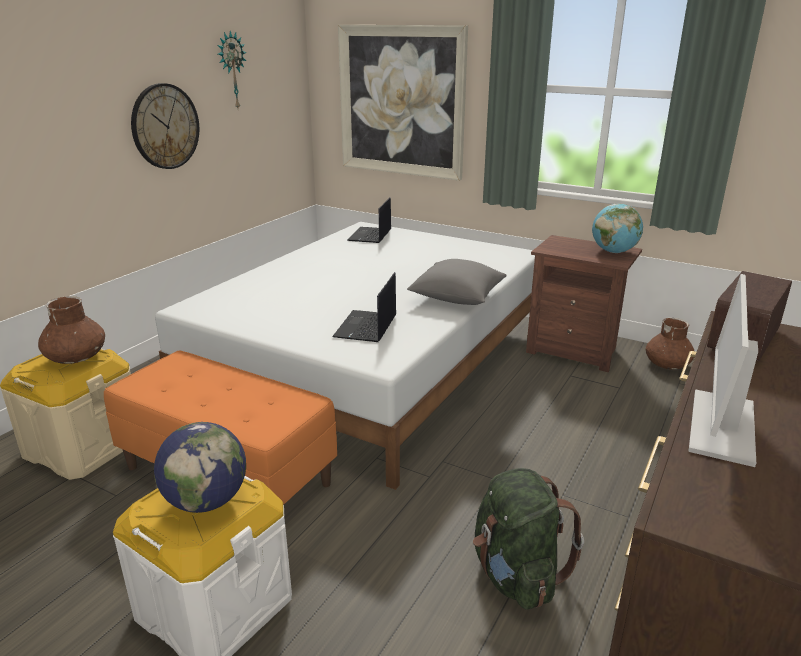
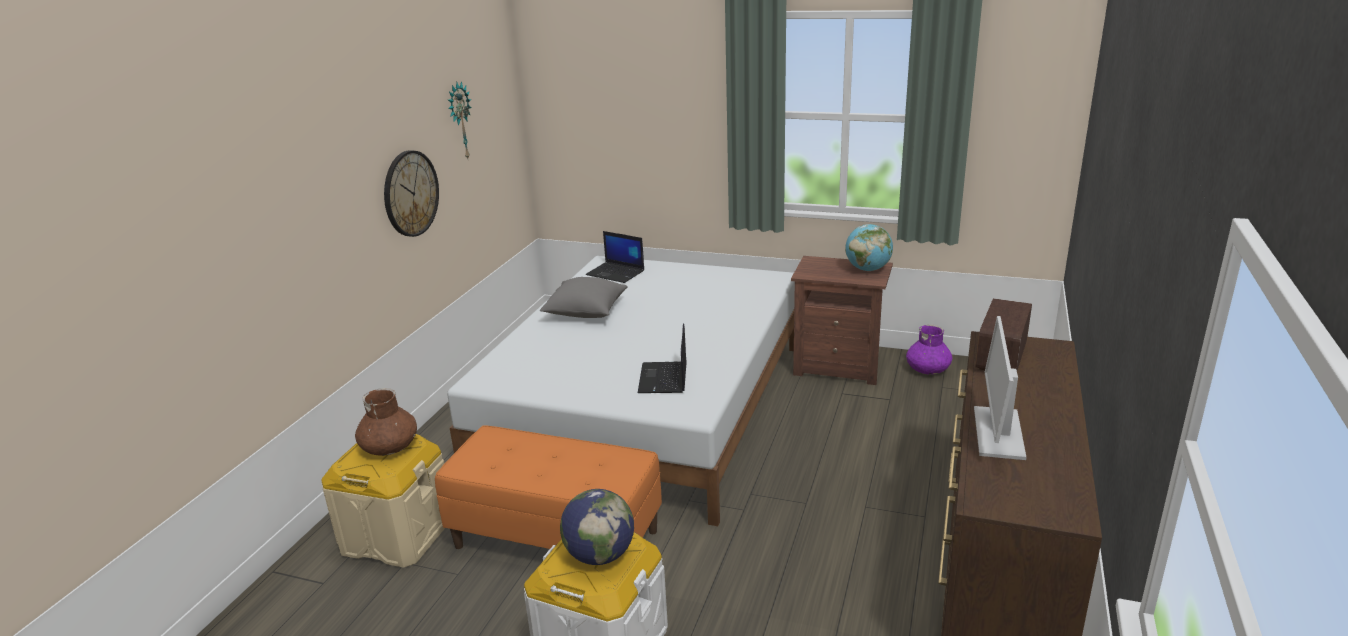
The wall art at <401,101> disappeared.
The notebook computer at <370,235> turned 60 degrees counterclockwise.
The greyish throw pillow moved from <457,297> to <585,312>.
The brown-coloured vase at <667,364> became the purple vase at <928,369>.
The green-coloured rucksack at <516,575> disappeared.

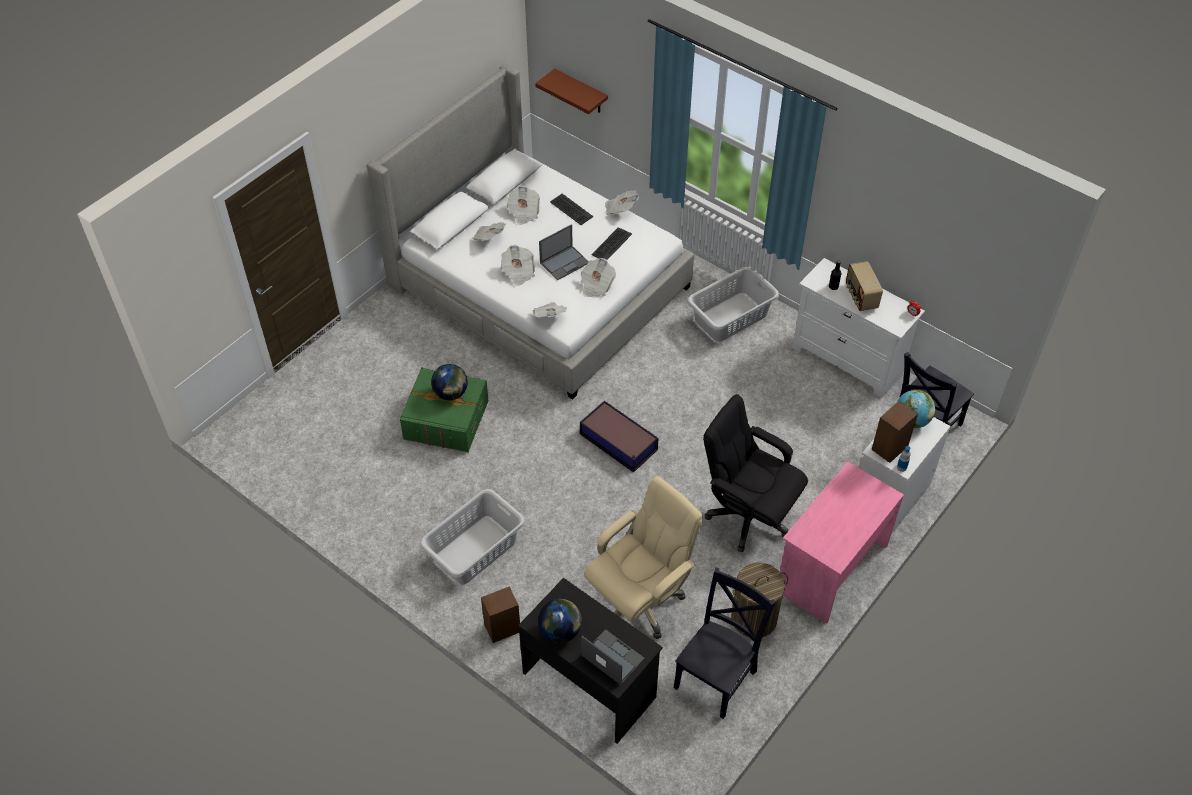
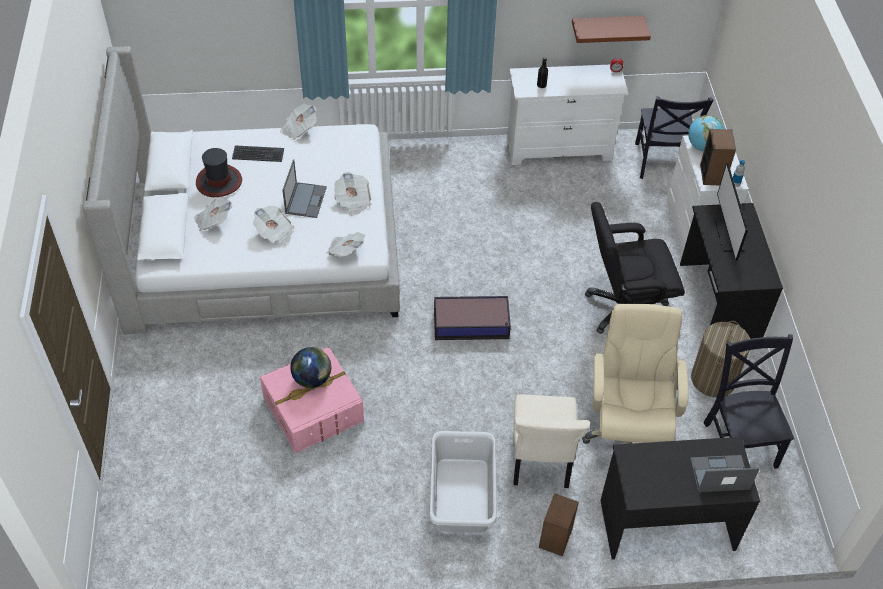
The brown-coloured wall shelf moved from <581,92> to <606,28>.
The printed paper at <523,212> was replaced by the hat at <219,181>.
The PC keyboard at <611,244> disappeared.
The radio receiver at <860,297> disappeared.
The greyish washing basket at <731,317> disappeared.
The green-coloured storage bin at <446,420> became the pink storage bin at <313,409>.
The pink desk at <830,567> became the blackish desk at <717,303>.
The desk globe at <560,631> disappeared.
The monitor at <728,234> appeared.
The sand-coloured chair at <540,460> appeared.

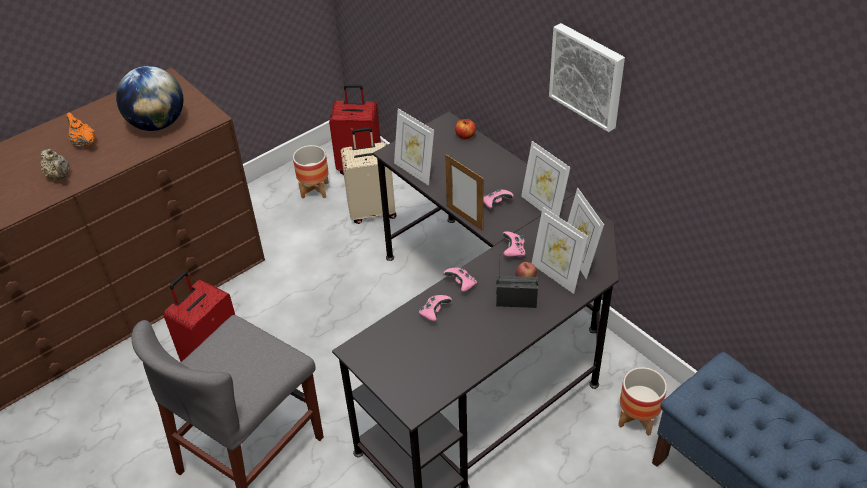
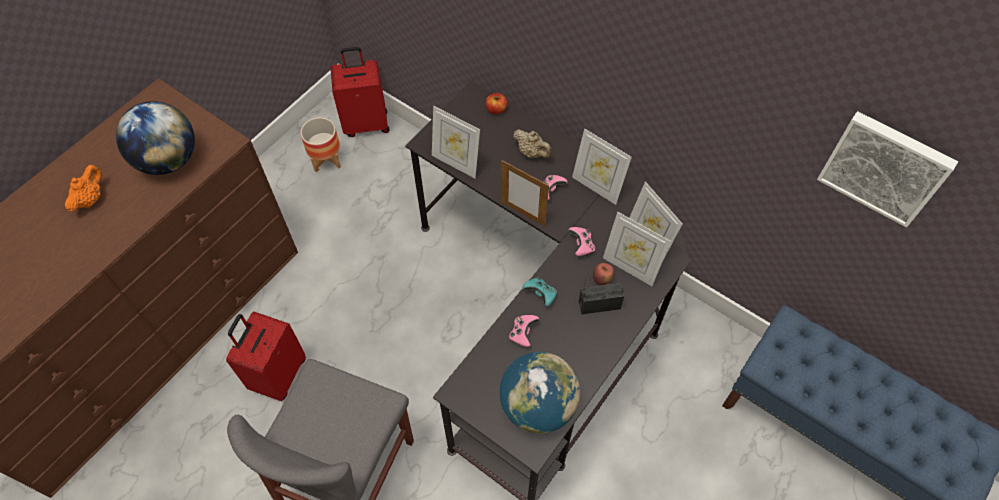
The wall art moved from <588,75> to <885,167>.
The orangey tea pot at <84,143> turned 75 degrees clockwise.
The sand-coloured travel case at <372,211> disappeared.
The sand-coloured tea pot moved from <59,176> to <532,153>.
The pink game controller at <461,284> became the turquoise game controller at <541,294>.
The planter at <637,418> disappeared.
The desk globe at <538,405> appeared.

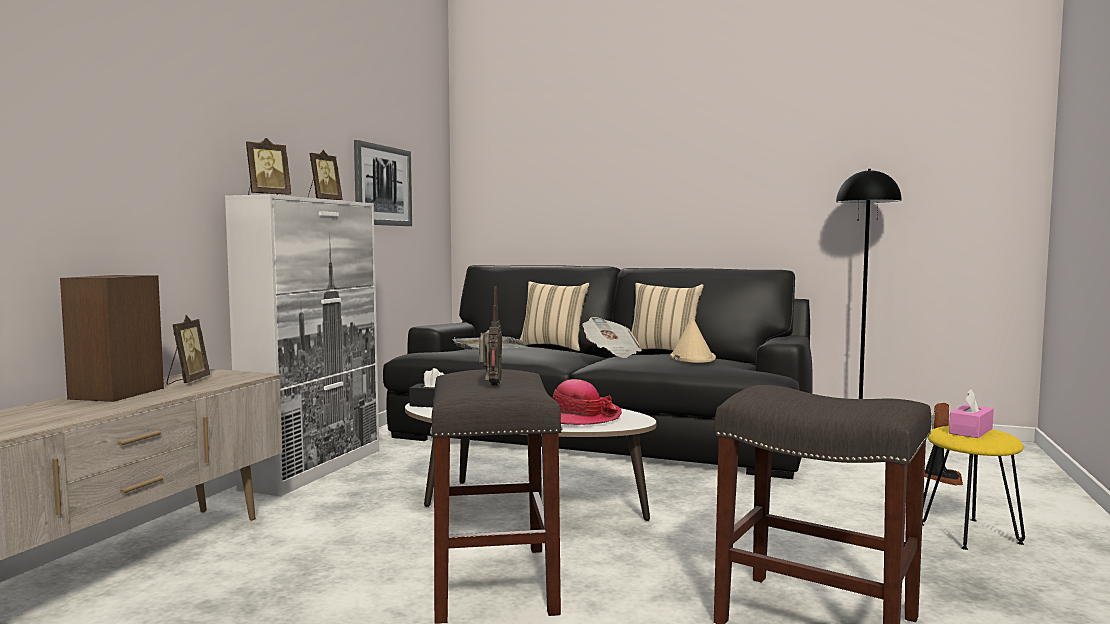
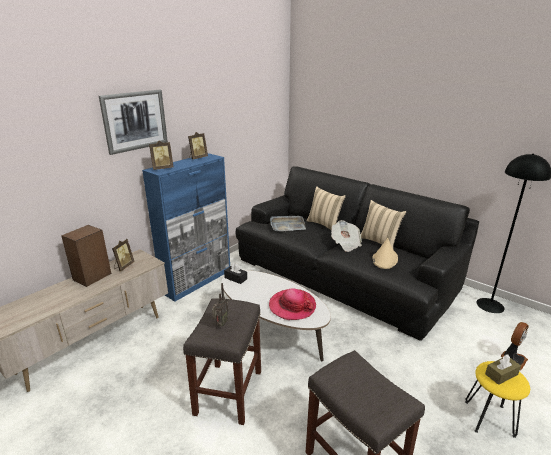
The wall art moved from <383,185> to <135,121>.
The white-coloured storage cabinet at <315,468> became the bluish storage cabinet at <197,281>.
The pink box of tissues at <970,431> became the brown-coloured box of tissues at <501,374>.

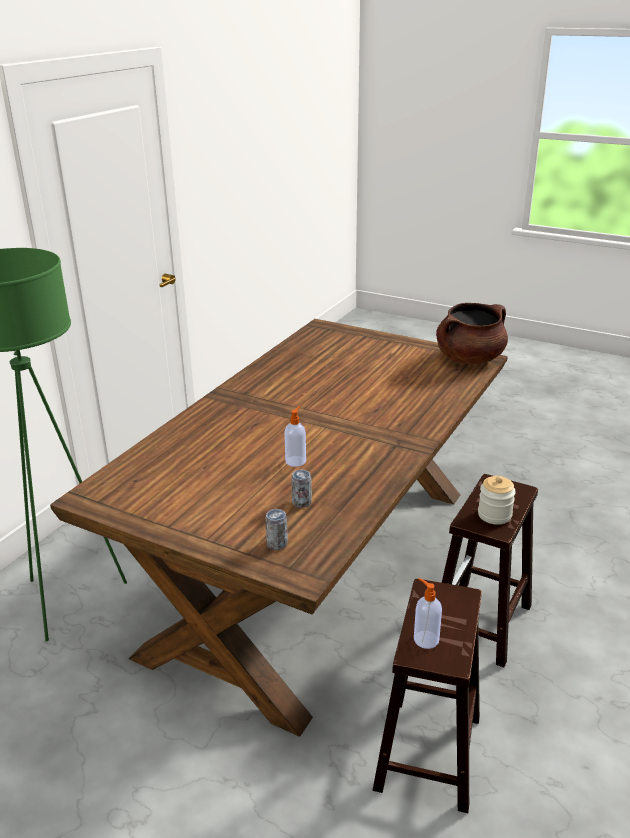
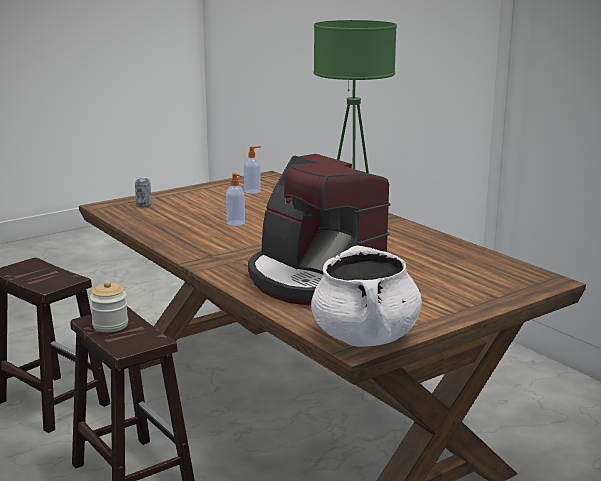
The brown-coloured saucepot at <469,358> became the white-coloured saucepot at <365,338>.
The sealed can at <301,502> disappeared.
The soap dispenser moved from <425,639> to <253,191>.
The coffee maker at <314,279> appeared.

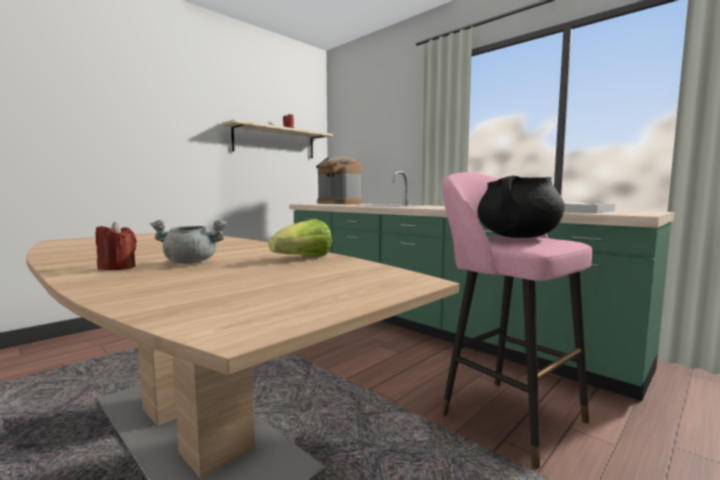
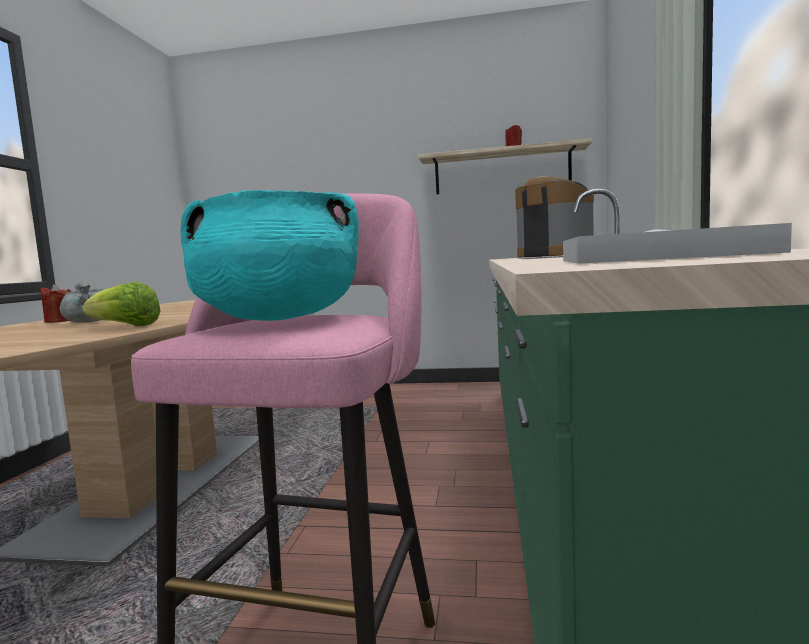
The coffee maker at <338,203> turned 135 degrees clockwise.
The blackish saucepot at <518,237> became the turquoise saucepot at <277,319>.

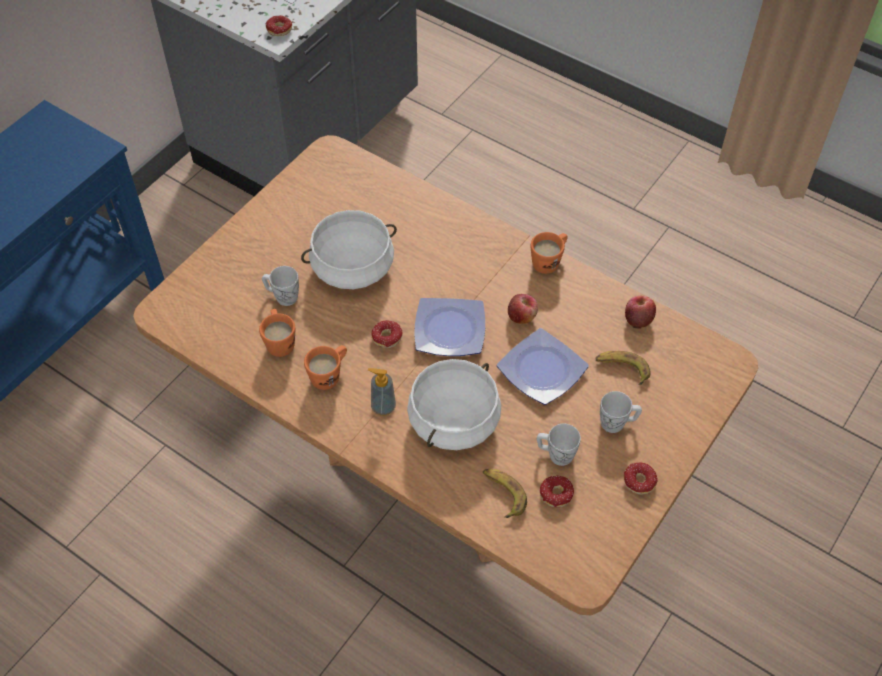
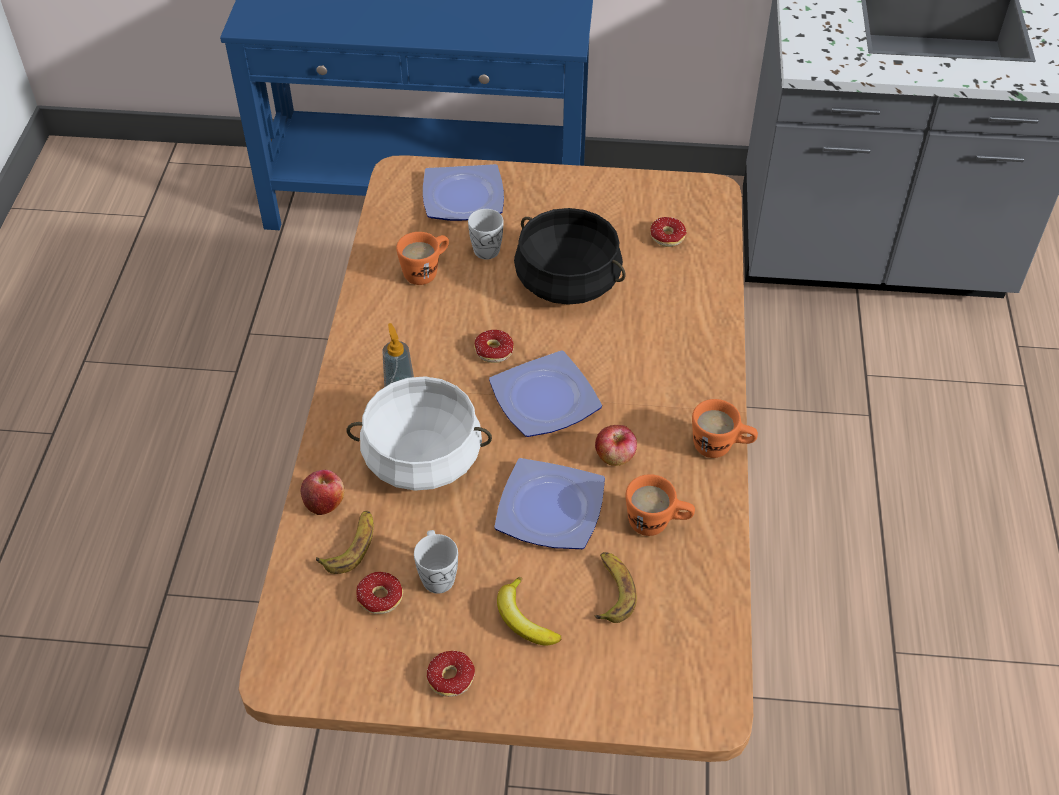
The donut moved from <278,33> to <661,238>.
The white-coloured saucepot at <352,266> became the blackish saucepot at <568,281>.
The whole apple moved from <638,319> to <325,503>.
The orangey mug moved from <329,375> to <657,523>.
The white-coloured mug at <617,423> was replaced by the banana at <524,619>.
The plate at <462,198> appeared.

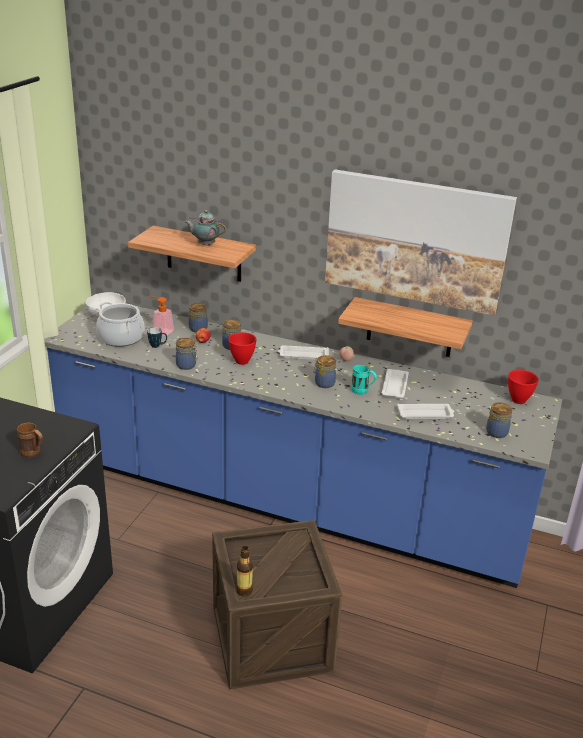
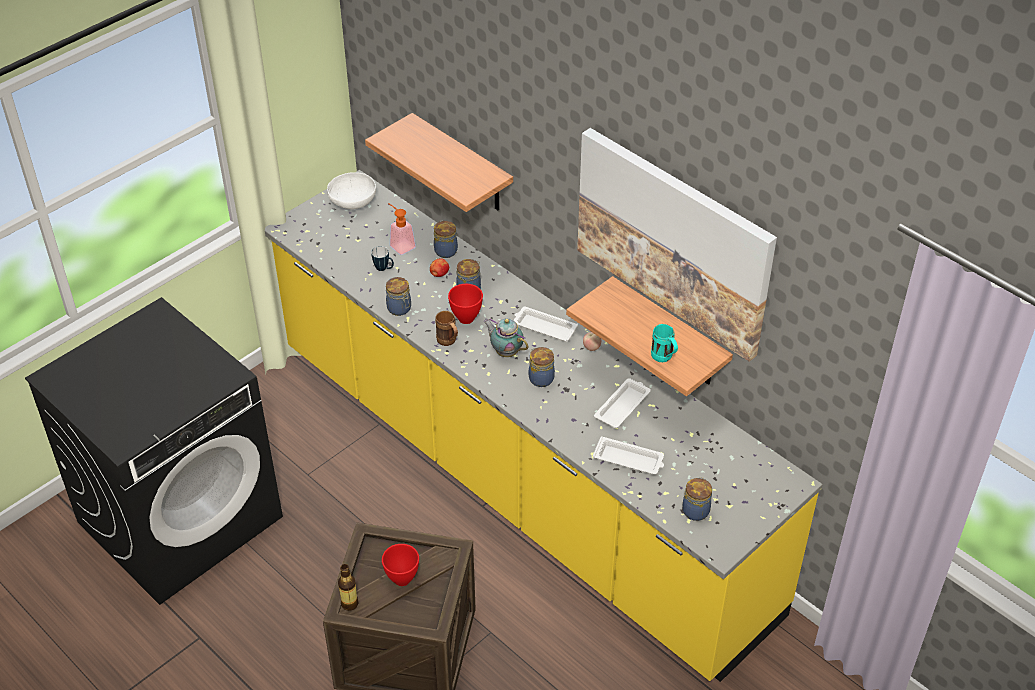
The tea pot moved from <205,244> to <505,351>.
The saucepot at <121,338> disappeared.
The bluish counter at <285,500> became the yellow counter at <517,479>.
The turquoise mug moved from <362,392> to <664,358>.
The reddish serving bowl moved from <518,400> to <402,578>.
The brown-coloured mug moved from <33,454> to <448,342>.

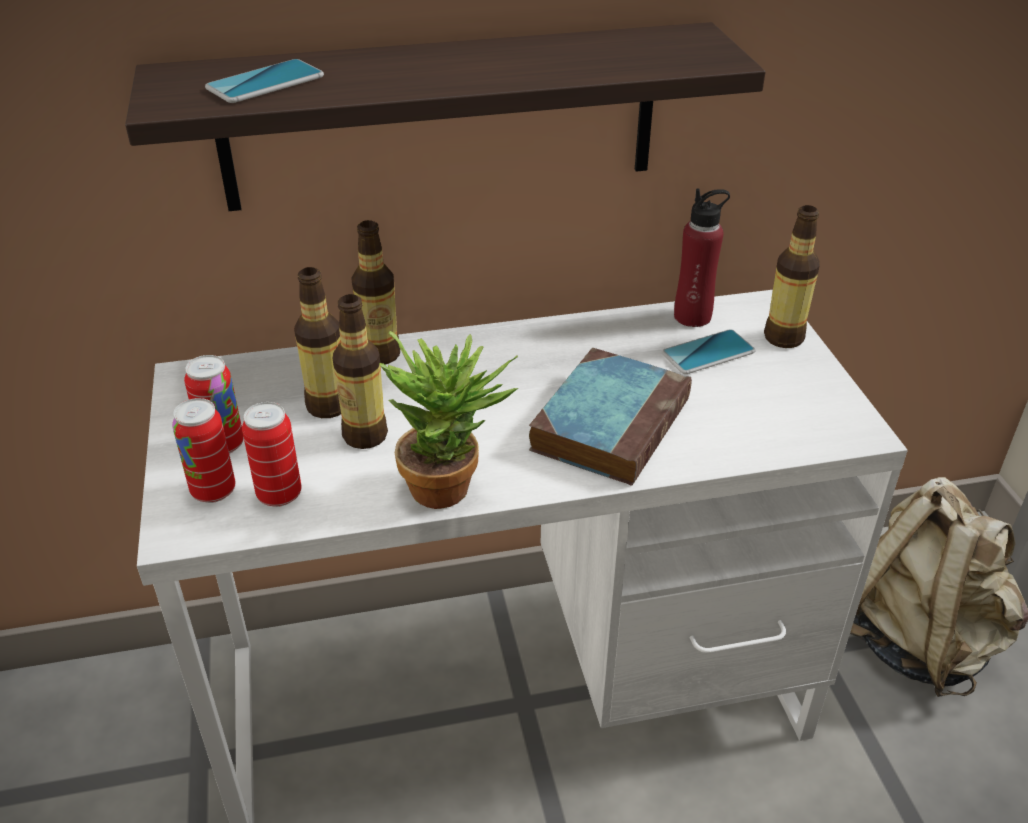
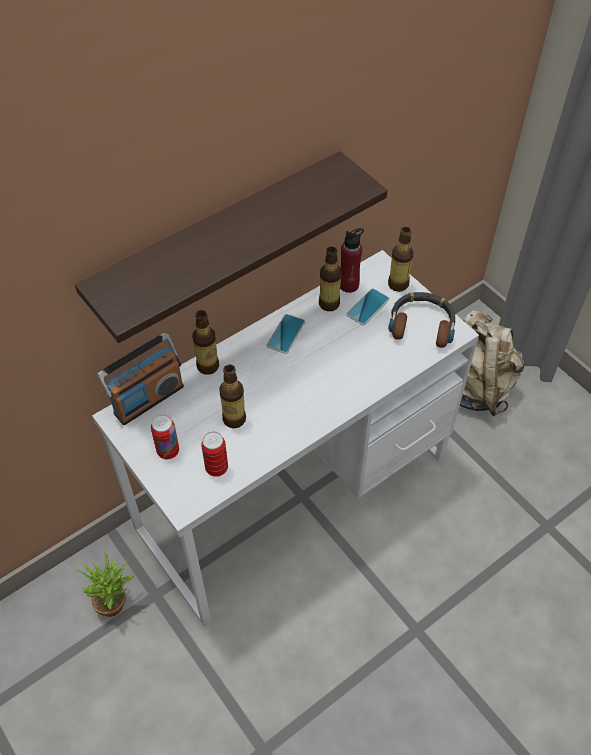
The telephone moved from <265,83> to <286,334>.
The bottle moved from <328,406> to <329,304>.
The houseplant moved from <452,486> to <116,601>.
The book at <610,422> disappeared.
The sealed can at <213,491> disappeared.
The headset at <422,324> appeared.
The radio receiver at <148,399> appeared.

